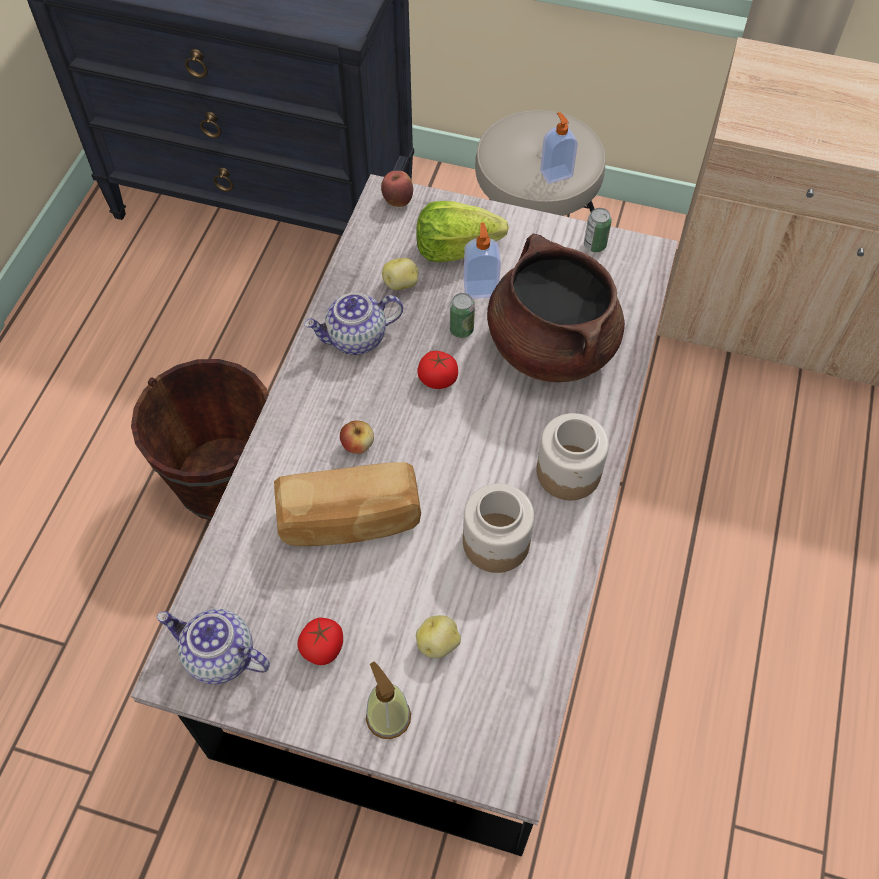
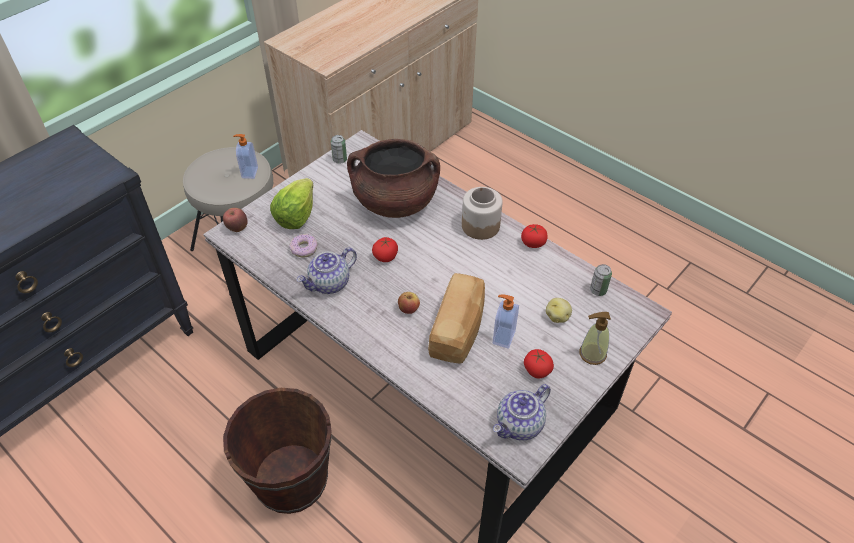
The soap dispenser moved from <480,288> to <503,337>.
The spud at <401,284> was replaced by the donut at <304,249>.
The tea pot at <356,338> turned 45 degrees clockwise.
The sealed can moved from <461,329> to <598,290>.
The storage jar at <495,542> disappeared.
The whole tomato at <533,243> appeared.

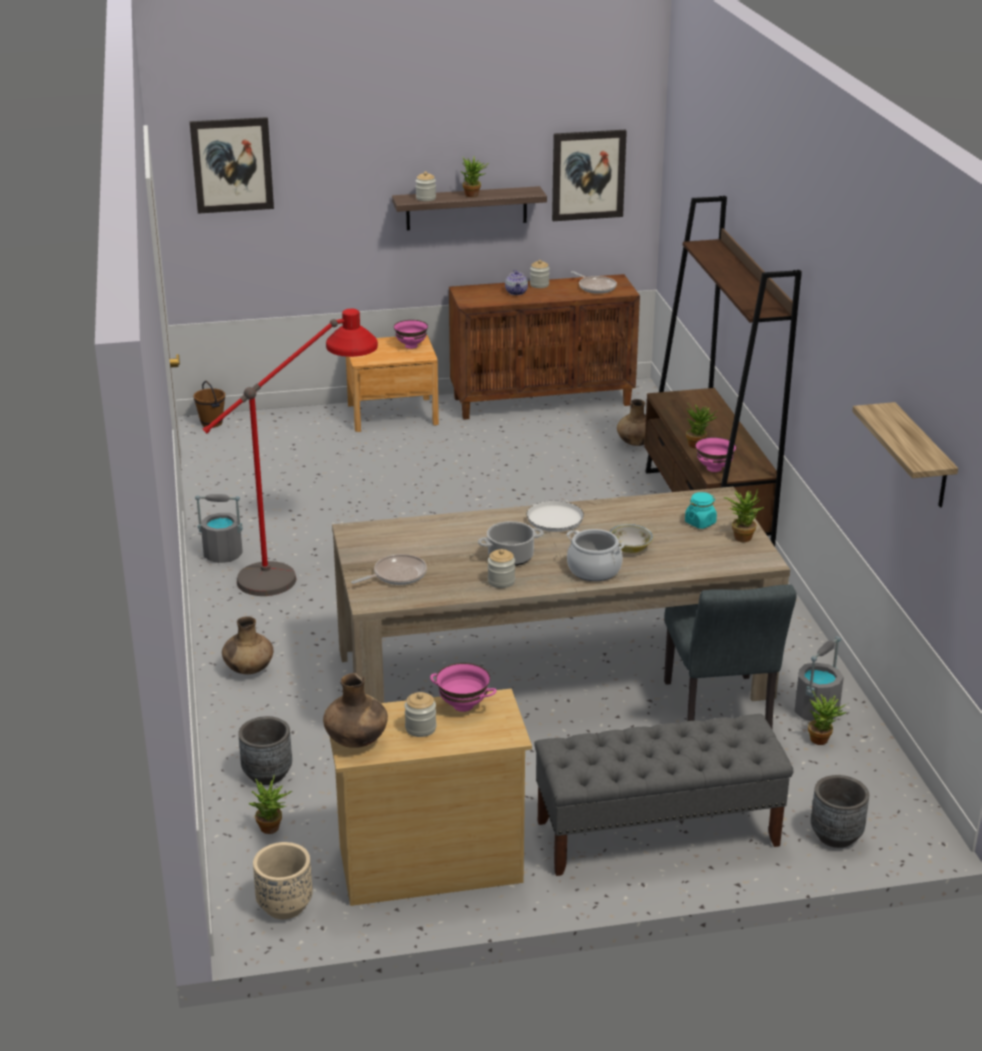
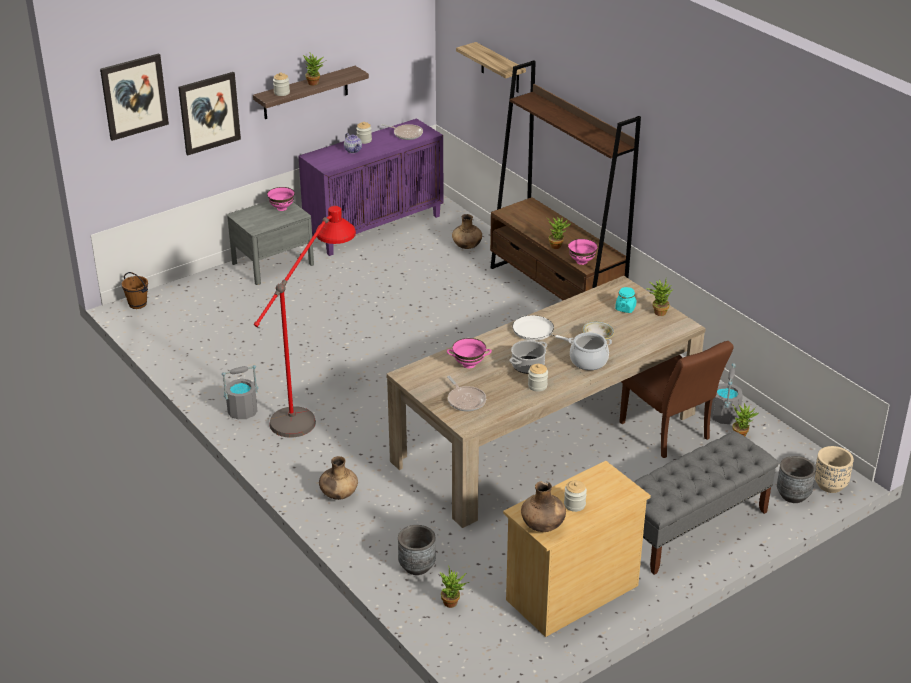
The wall art moved from <588,175> to <209,113>.
The brown-coloured storage cabinet at <542,401> became the purple storage cabinet at <375,227>.
The brown-coloured nightstand at <392,414> became the greyish nightstand at <273,263>.
The wall shelf moved from <922,457> to <500,68>.
The pan at <396,575> turned 120 degrees clockwise.
The greyish chair at <719,713> became the brown-coloured chair at <669,434>.
The pink serving bowl moved from <462,706> to <469,365>.
The sand-coloured planter moved from <284,906> to <830,485>.

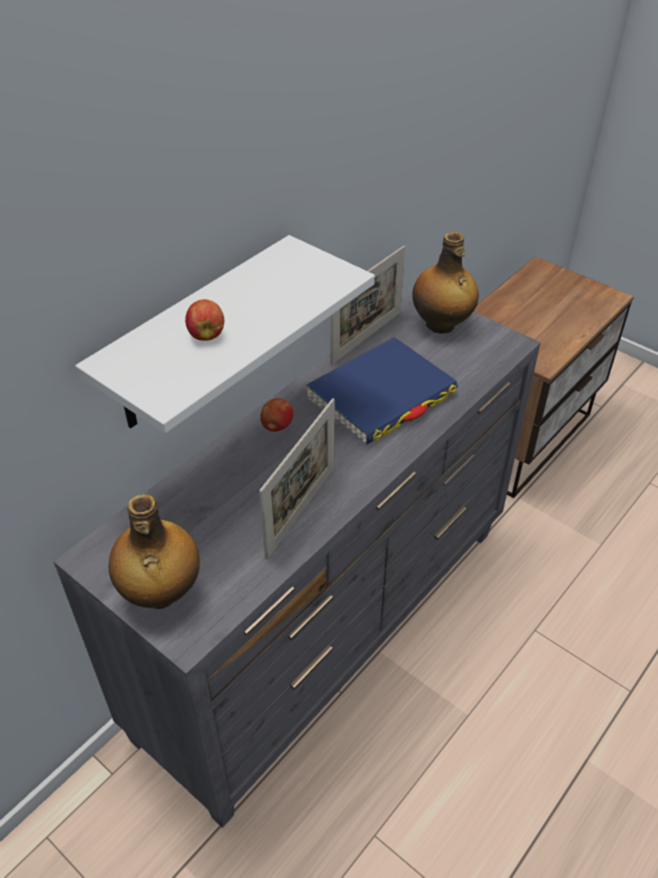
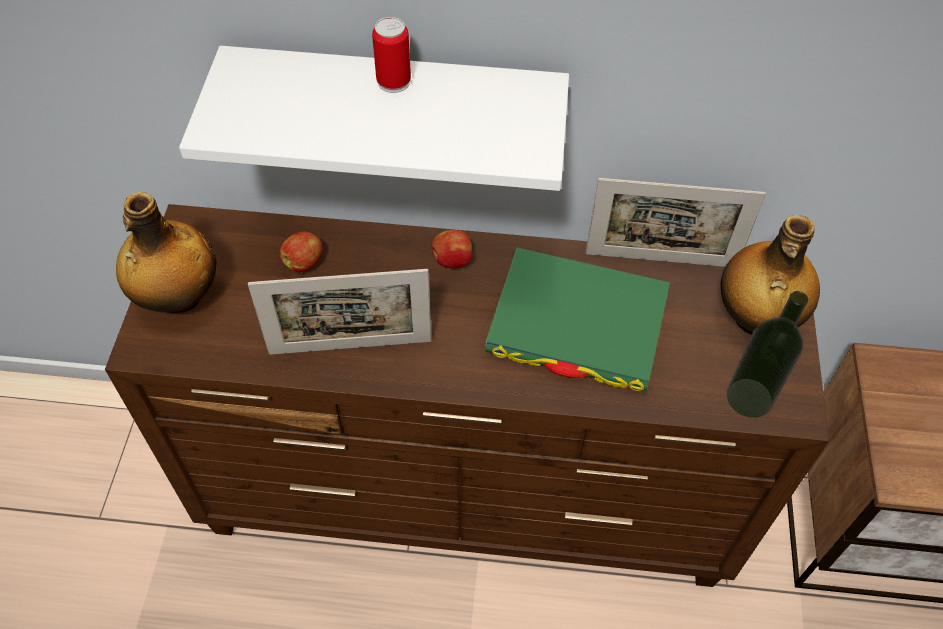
The greyish chest of drawers at <329,629> became the brown-coloured chest of drawers at <470,497>.
The whole apple moved from <206,334> to <304,263>.
The bluish book at <381,395> became the green-coloured book at <577,324>.
The sealed can at <393,82> appeared.
The bottle at <749,397> appeared.

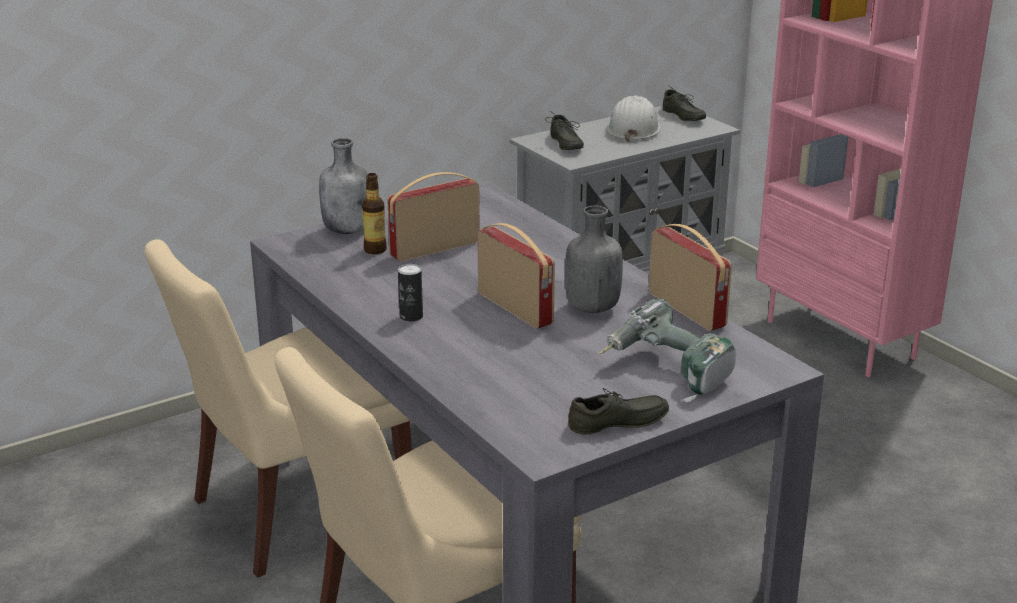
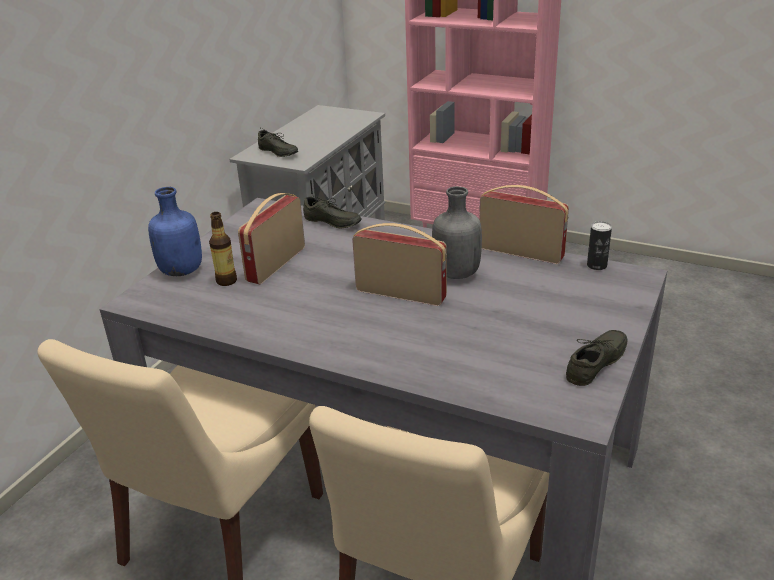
The greyish low shoe moved from <682,116> to <331,222>.
The white-coloured work helmet at <633,129> disappeared.
The greyish bottle at <348,230> became the bluish bottle at <182,271>.
The sealed can moved from <411,317> to <596,265>.
The electric drill at <666,373> disappeared.

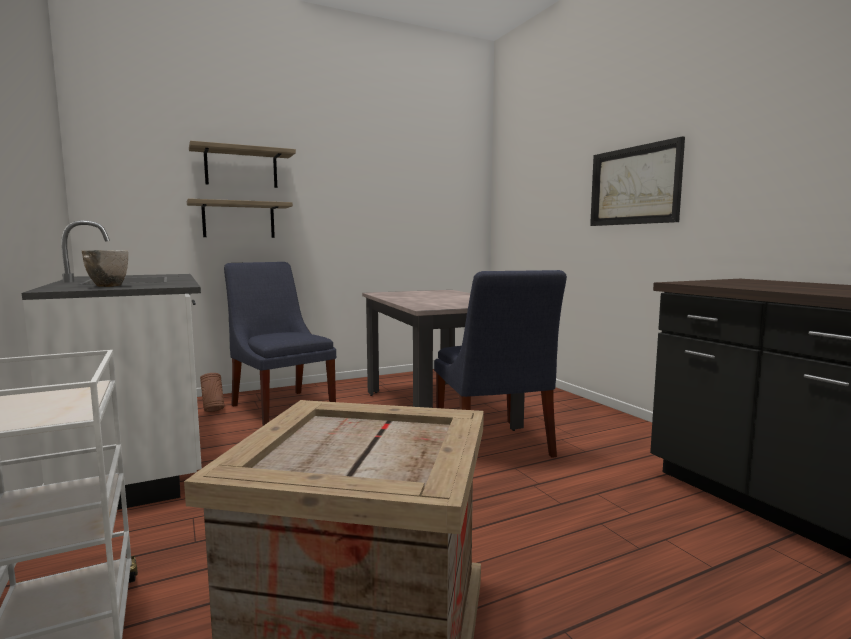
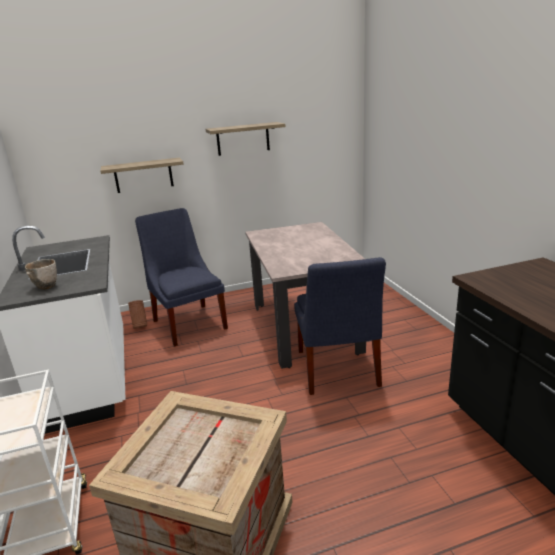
The wall art at <634,186> disappeared.
The wall shelf moved from <241,168> to <243,139>.

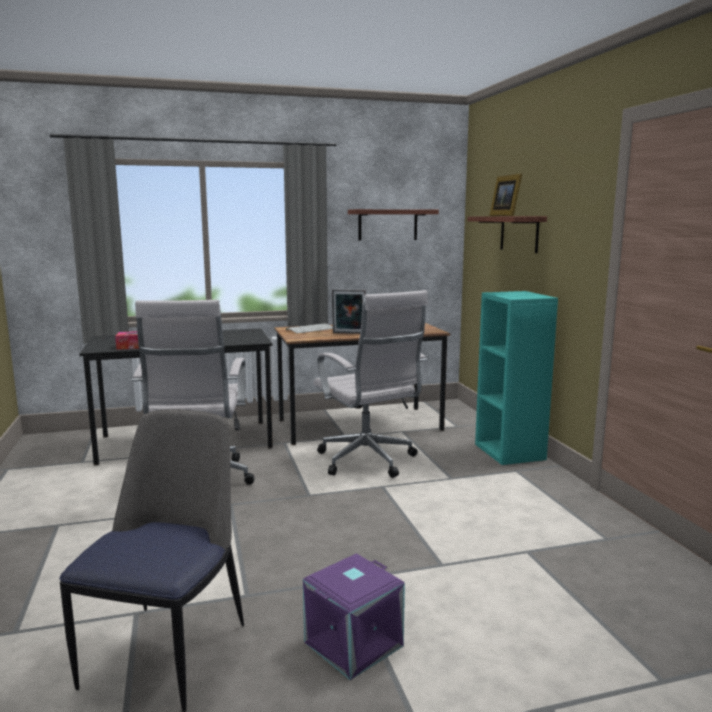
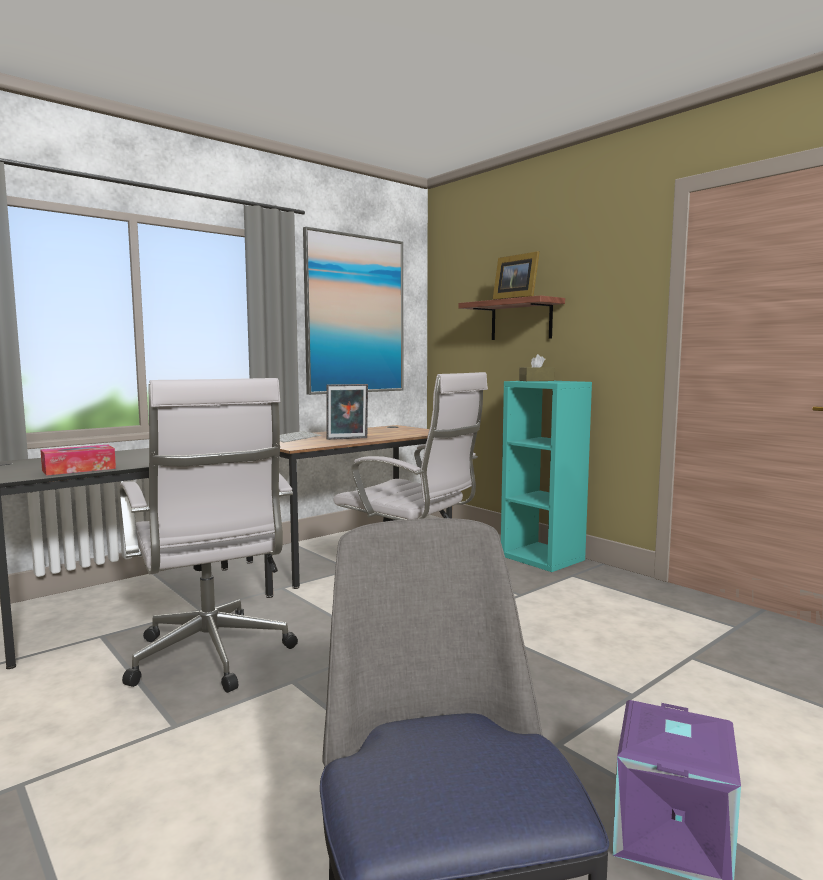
The wall shelf at <387,225> was replaced by the wall art at <355,315>.
The brown-coloured box of tissues at <536,380> appeared.

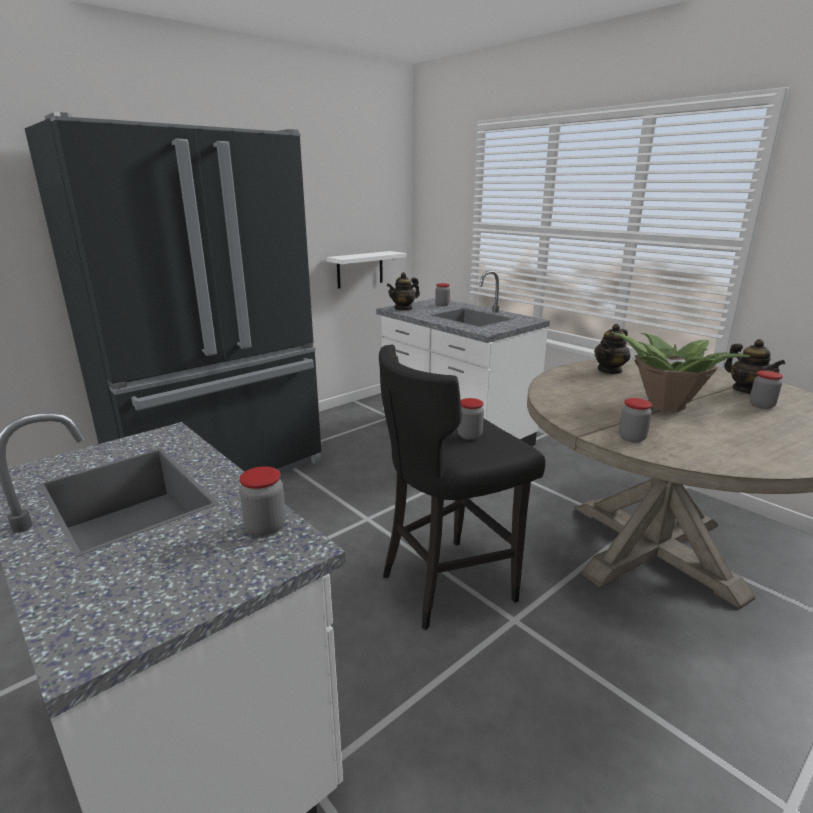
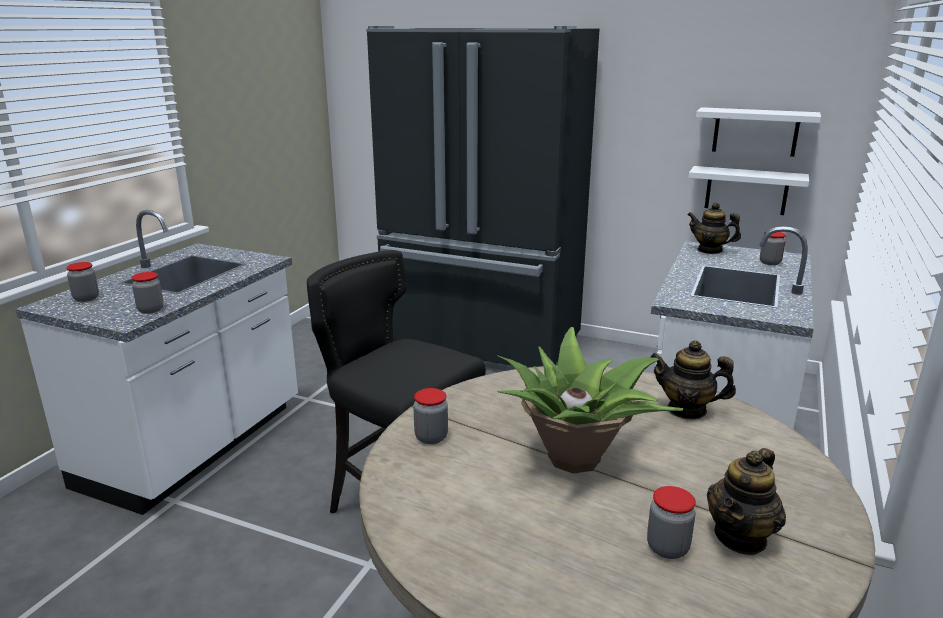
The storage jar moved from <469,435> to <86,298>.
The white-coloured wall shelf at <755,132> appeared.

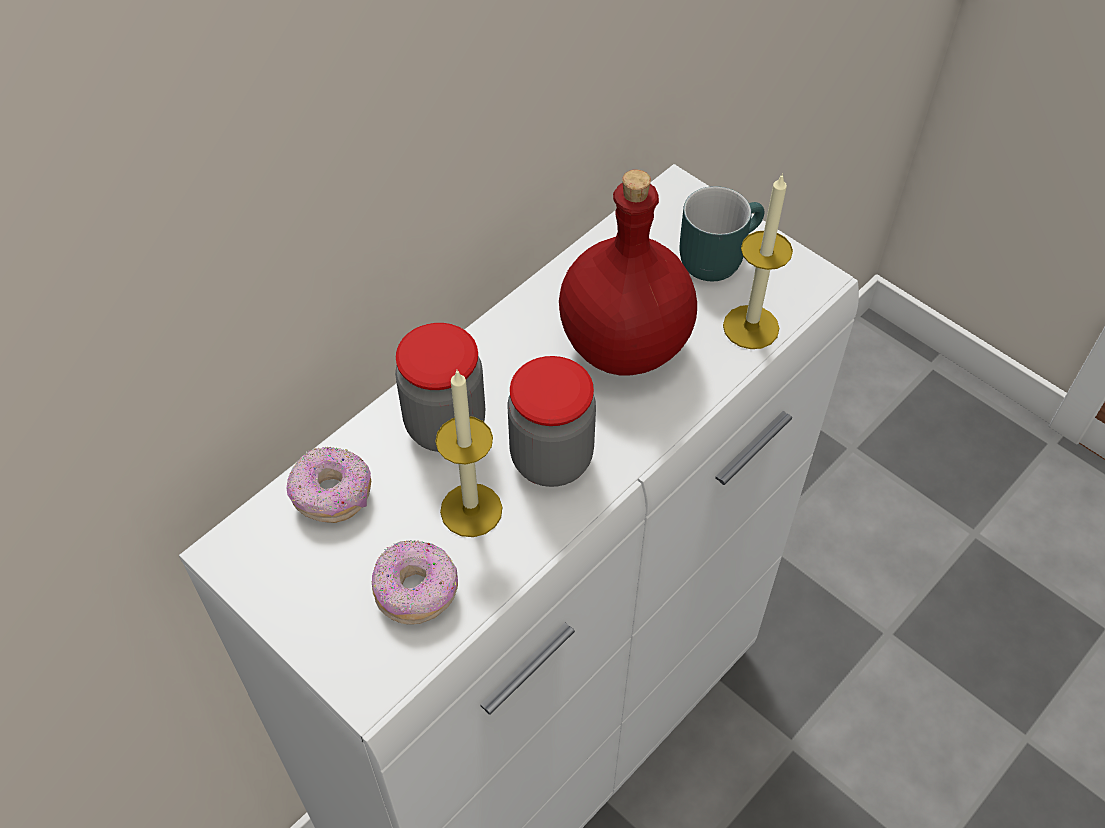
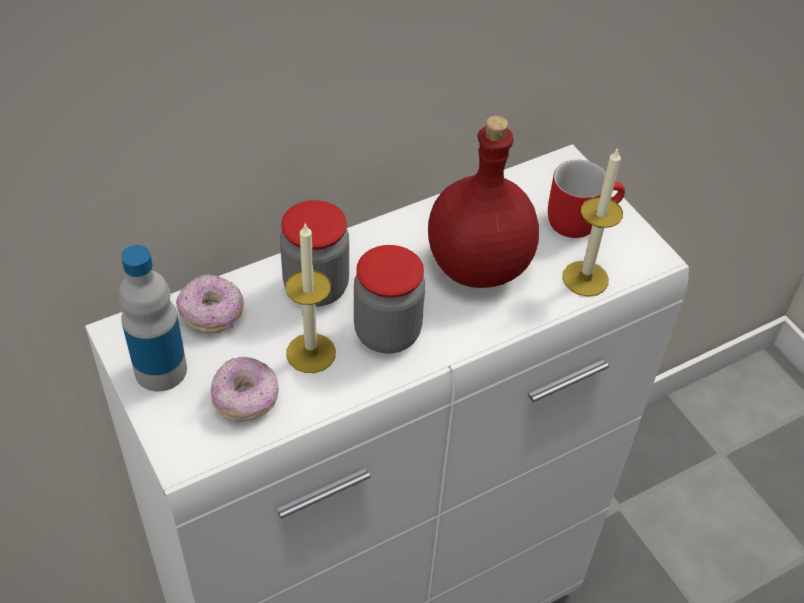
The turquoise mug at <715,253> became the reddish mug at <579,217>.
The bottle at <161,370> appeared.

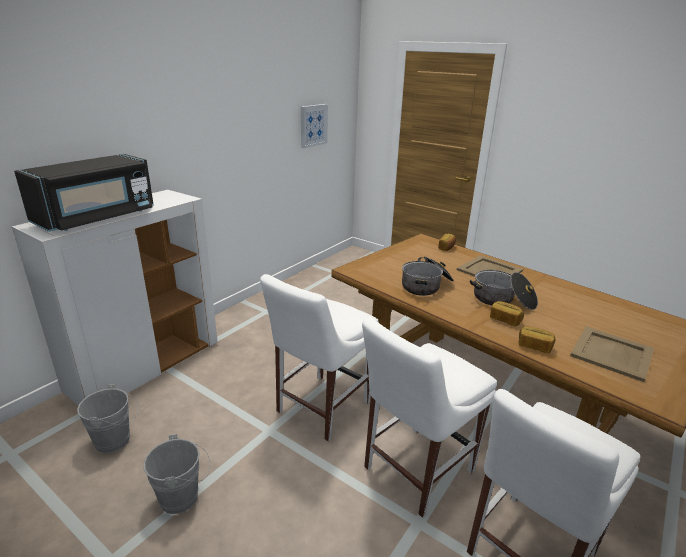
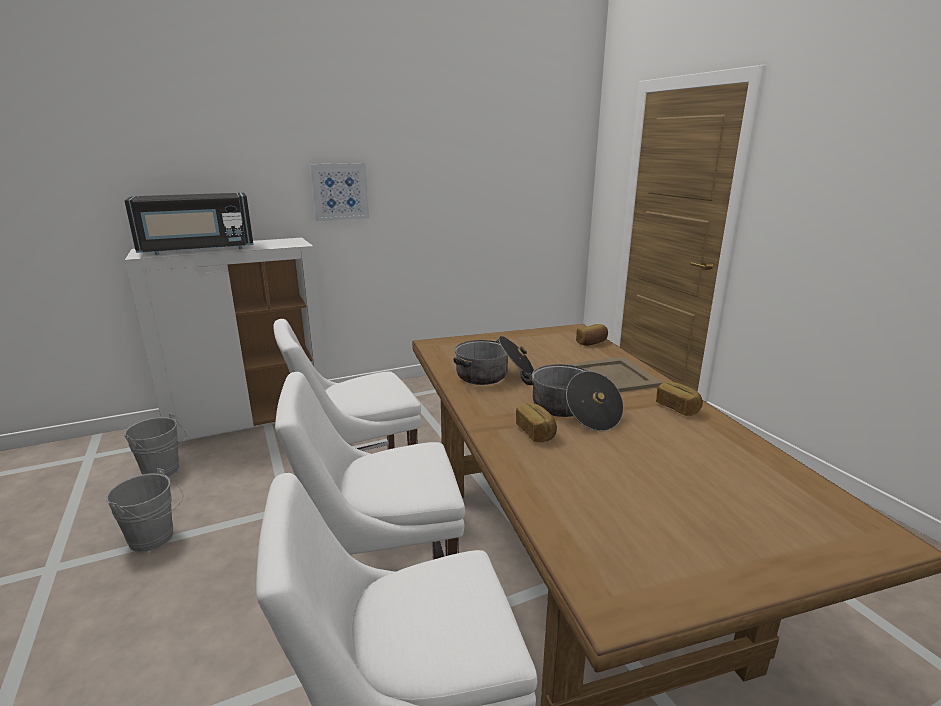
The wall art moved from <313,125> to <339,191>.
The baked bread moved from <534,346> to <678,408>.
The sand-coloured serving tray at <612,353> disappeared.

